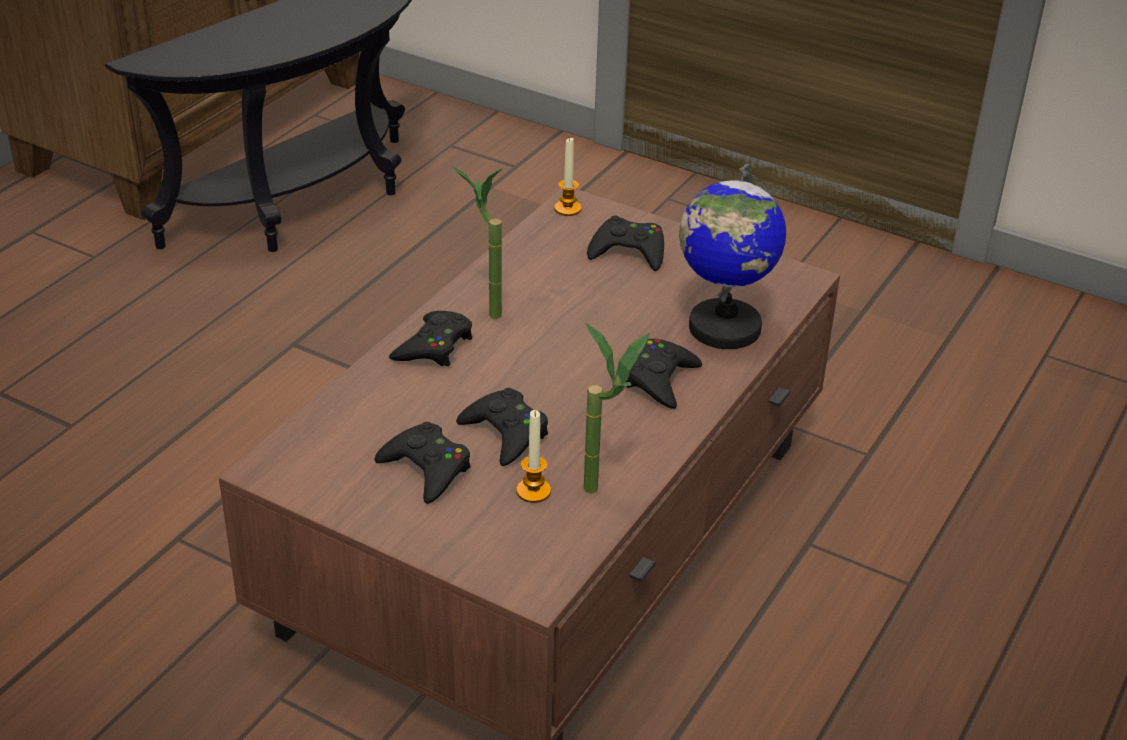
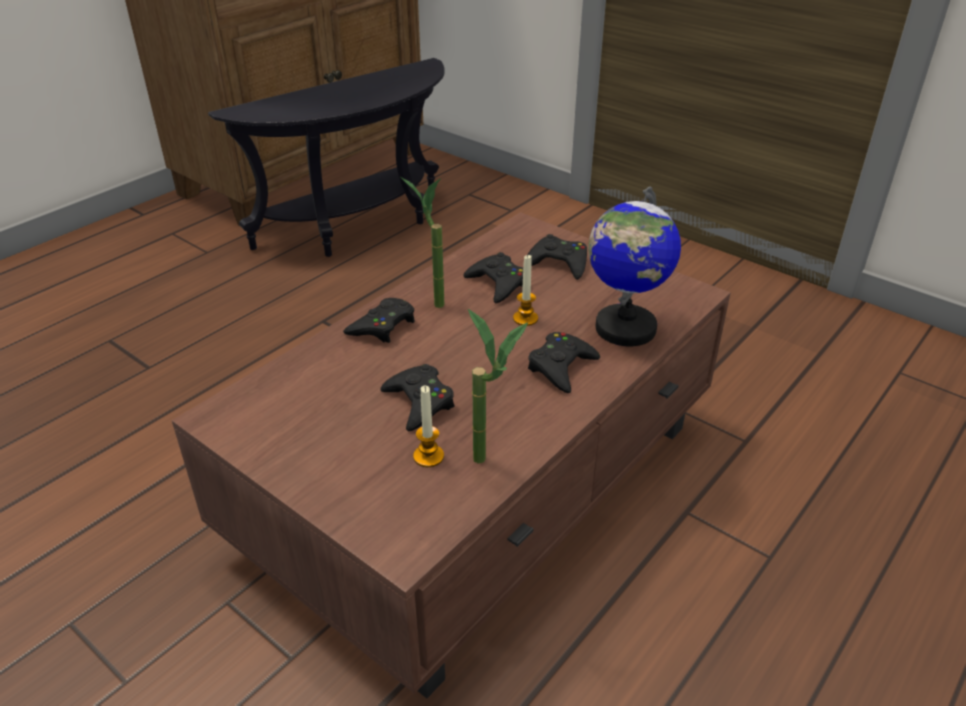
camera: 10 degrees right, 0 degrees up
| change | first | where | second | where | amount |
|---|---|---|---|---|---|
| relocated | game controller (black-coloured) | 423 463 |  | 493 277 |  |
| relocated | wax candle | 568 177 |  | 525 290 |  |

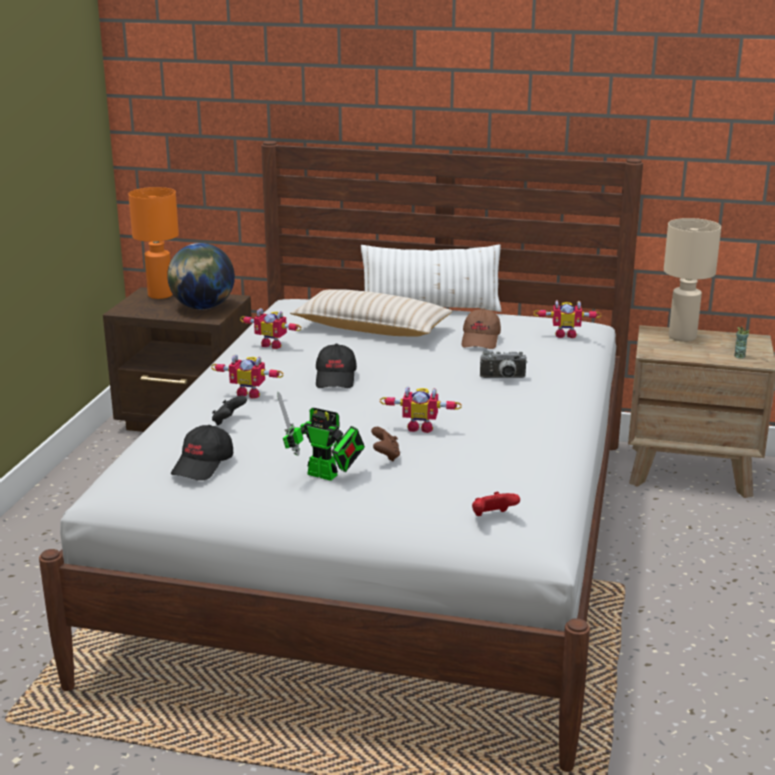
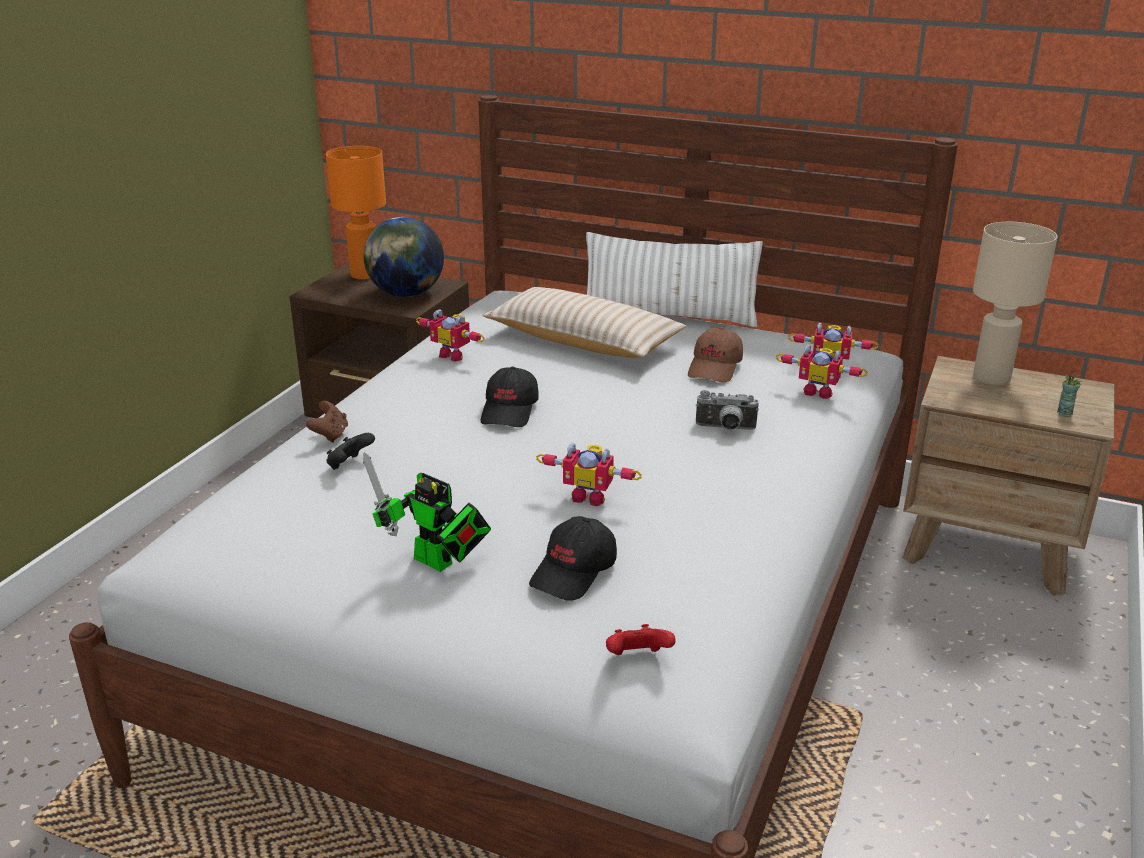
camera: 10 degrees right, 5 degrees up
| change | first | where | second | where | amount |
|---|---|---|---|---|---|
| relocated | peaked cap (black-coloured) | 202 453 |  | 573 558 |  |
| relocated | toy robot | 247 376 |  | 822 371 |  |
| relocated | game controller (brown-coloured) | 385 444 |  | 327 422 |  |

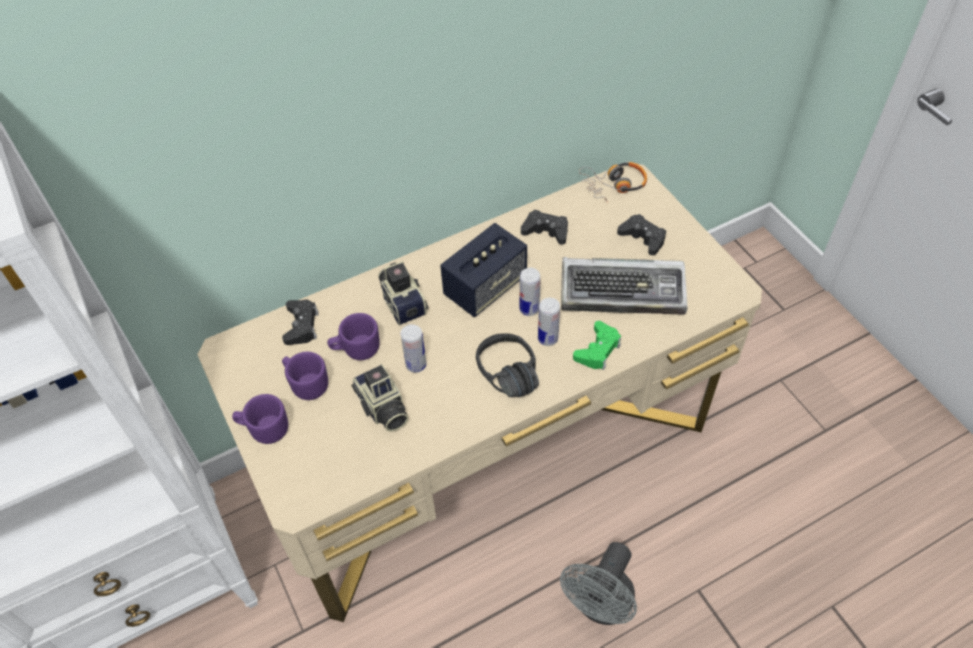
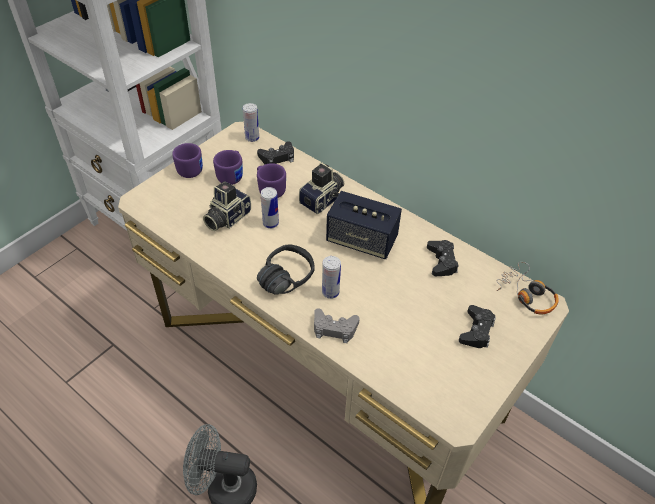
camera: 65 degrees right, 5 degrees down
| change | first | where | second | where | amount |
|---|---|---|---|---|---|
| missing | PC keyboard | 624 286 |  |  |  |
| relocated | metal can | 530 292 |  | 251 122 |  |
| colour | game controller (green-coloured) | 597 345 | game controller (gray) | 337 325 |  |

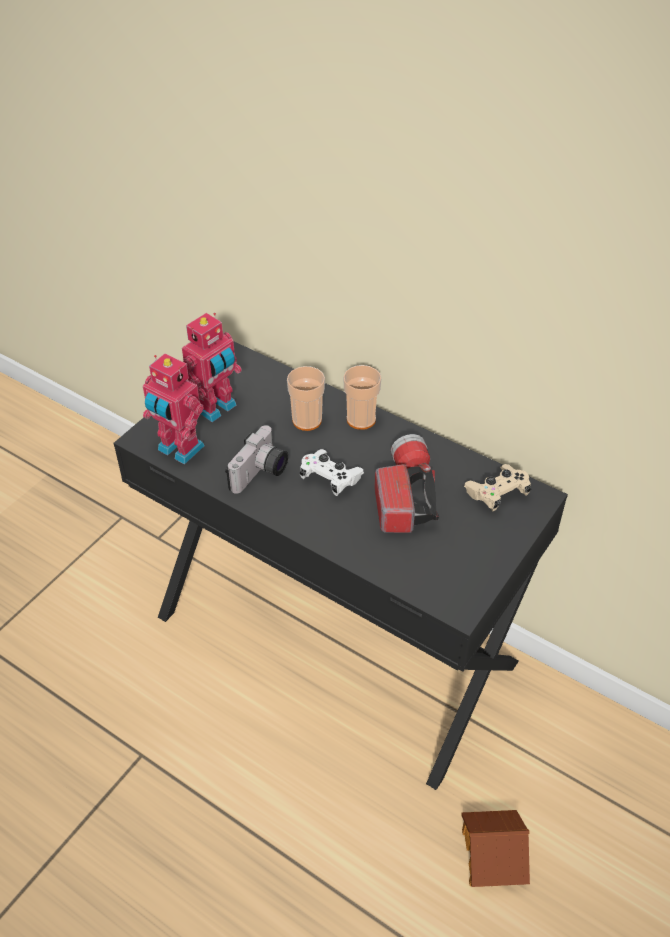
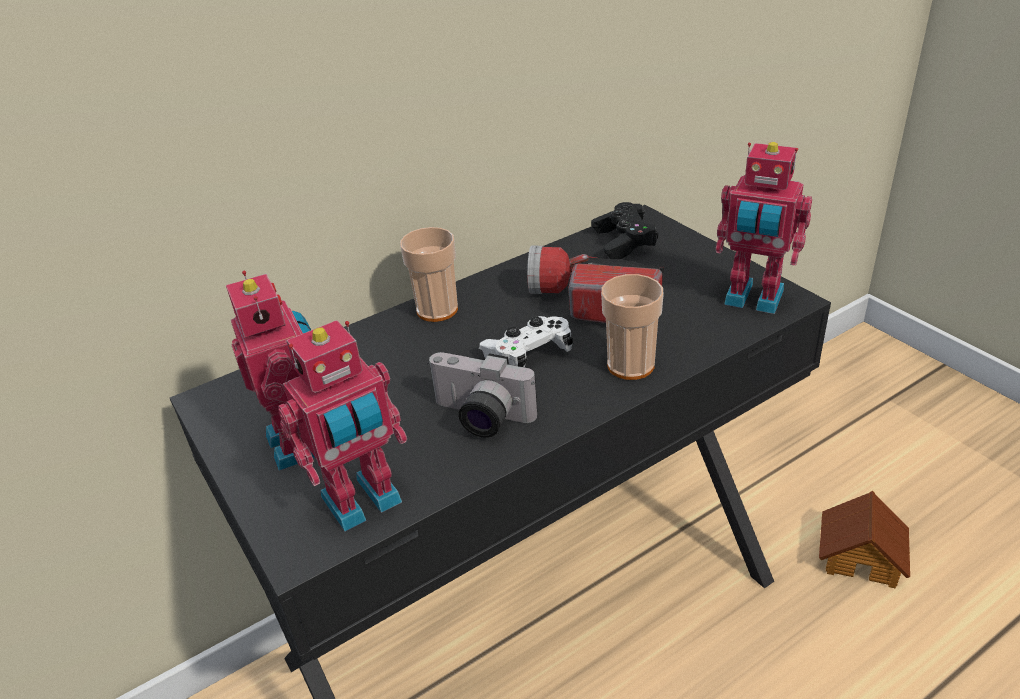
camera: 65 degrees left, 10 degrees down
| change | first | where | second | where | amount |
|---|---|---|---|---|---|
| appeared |  |  | toy robot | 764 228 |  |
| relocated | drinking cup | 306 398 |  | 632 327 |  |
| colour | game controller (beige) | 497 487 | game controller (black-coloured) | 625 230 |  |
| spun | still camera | 256 459 |  | 482 395 | 150 degrees clockwise |

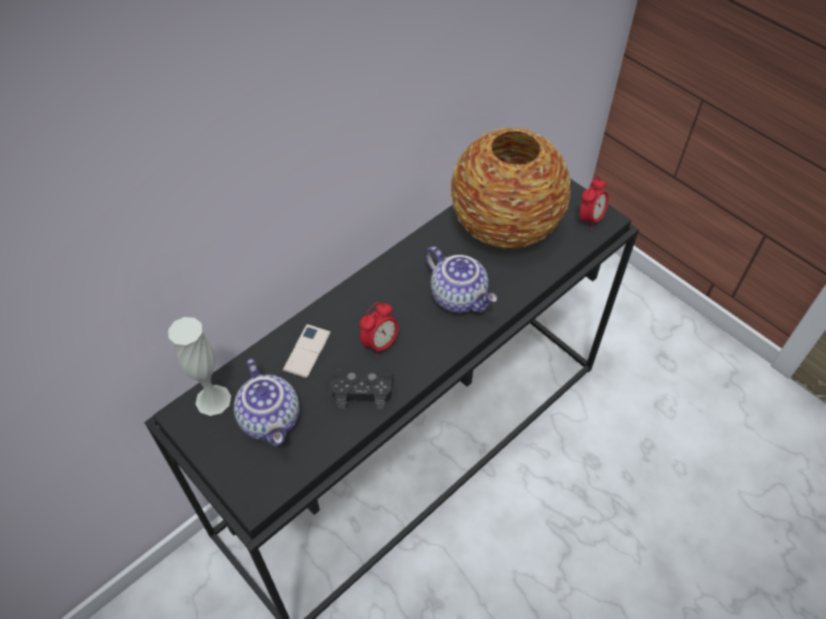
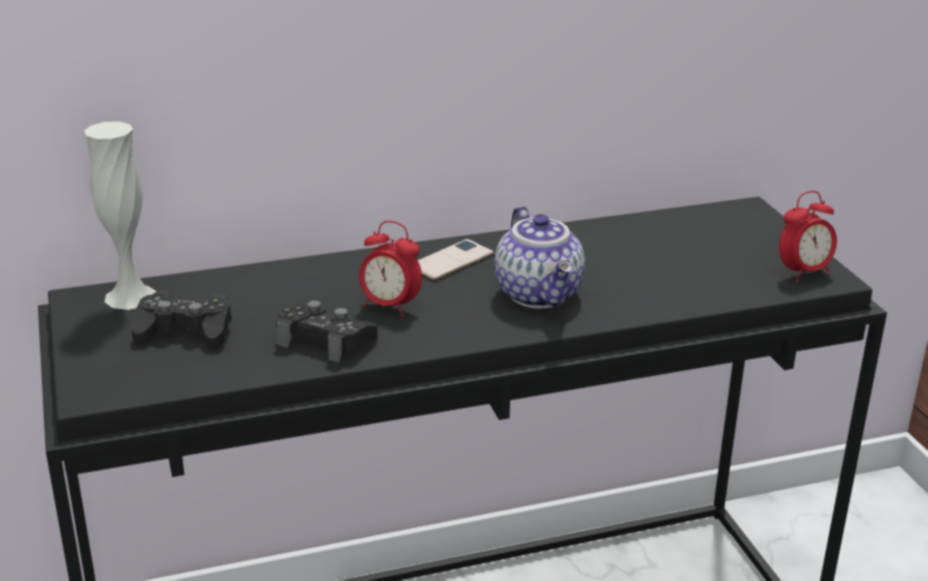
camera: 25 degrees right, 25 degrees down
| change | first | where | second | where | amount |
|---|---|---|---|---|---|
| missing | decorative vase | 510 188 |  |  |  |
| relocated | telephone | 307 351 |  | 456 259 |  |
| exchanged | pot for tea | 267 403 | game controller (black-coloured) | 181 321 |  |
| spun | alarm clock | 379 329 |  | 390 269 | 45 degrees clockwise |

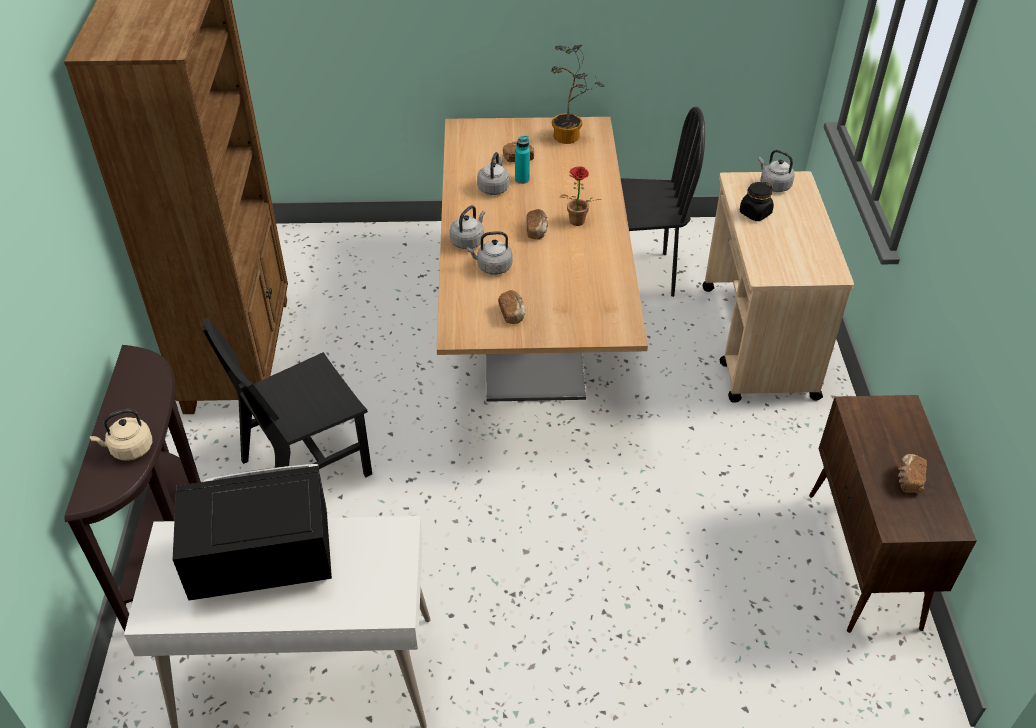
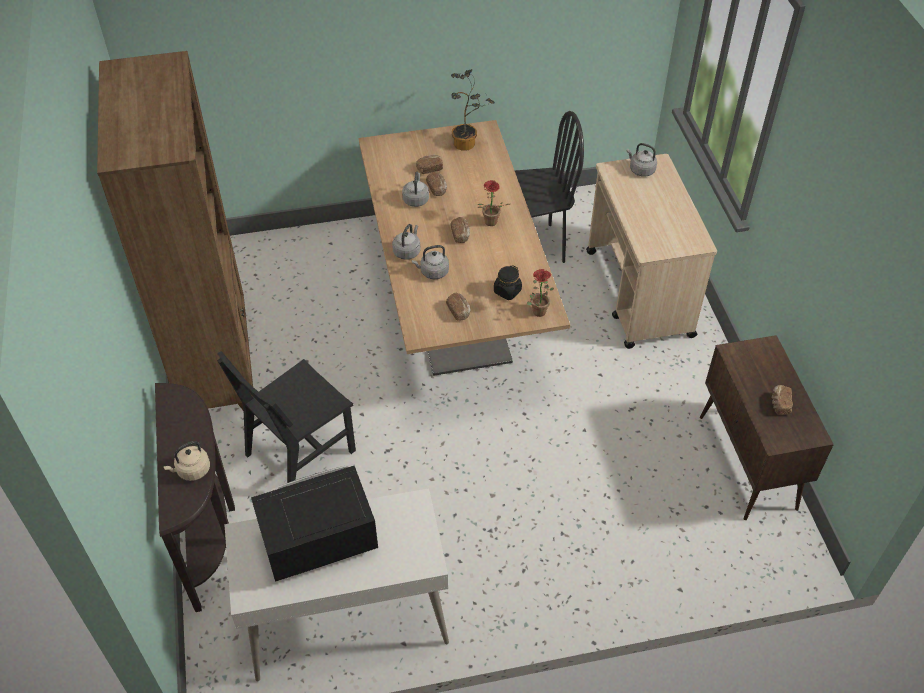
camera: 10 degrees left, 5 degrees up
| change | first | where | second | where | amount |
|---|---|---|---|---|---|
| appeared |  |  | potted plant | 540 293 |  |
| relocated | preserve jar (black-coloured) | 757 201 |  | 508 282 |  |
| exchanged | drink bottle (turquoise-coloured) | 522 160 | baked bread | 436 184 |  |

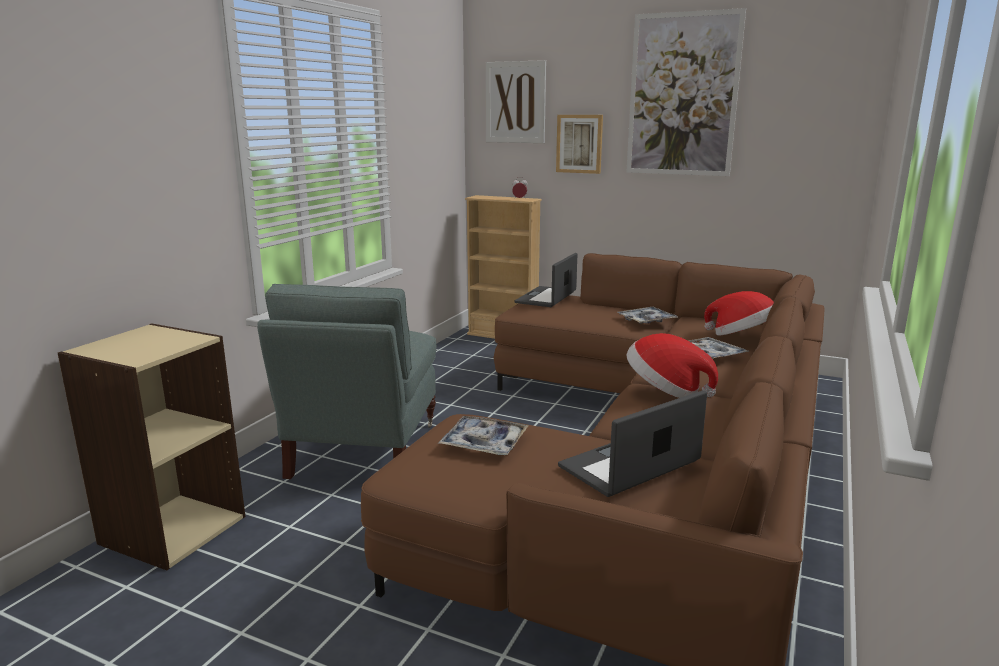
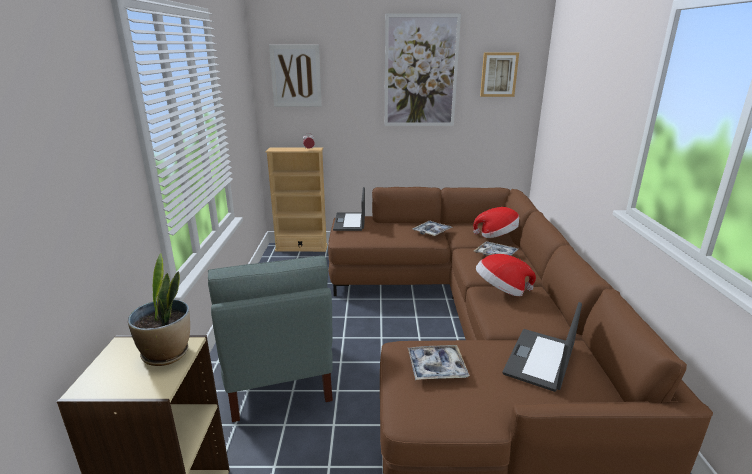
camera: 25 degrees left, 5 degrees up
| change | first | where | second | where | amount |
|---|---|---|---|---|---|
| appeared |  |  | potted plant | 159 309 |  |
| relocated | picture | 579 144 |  | 499 75 |  |

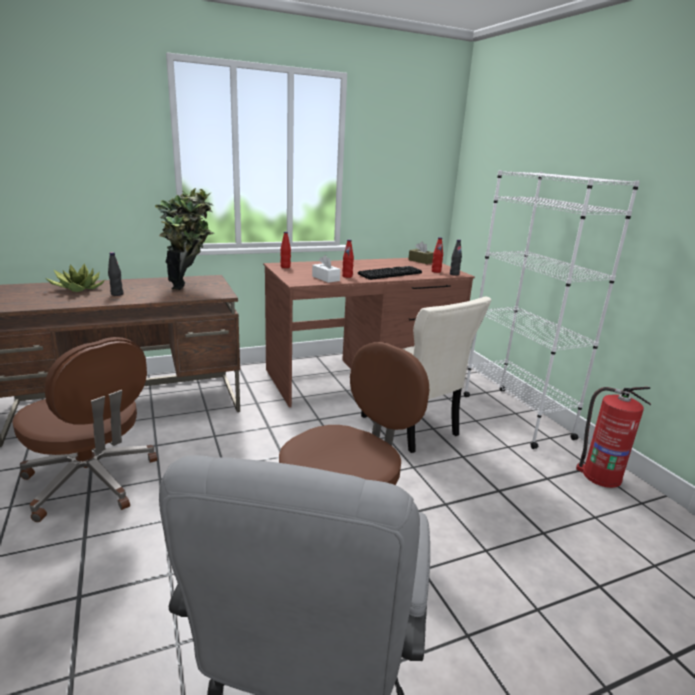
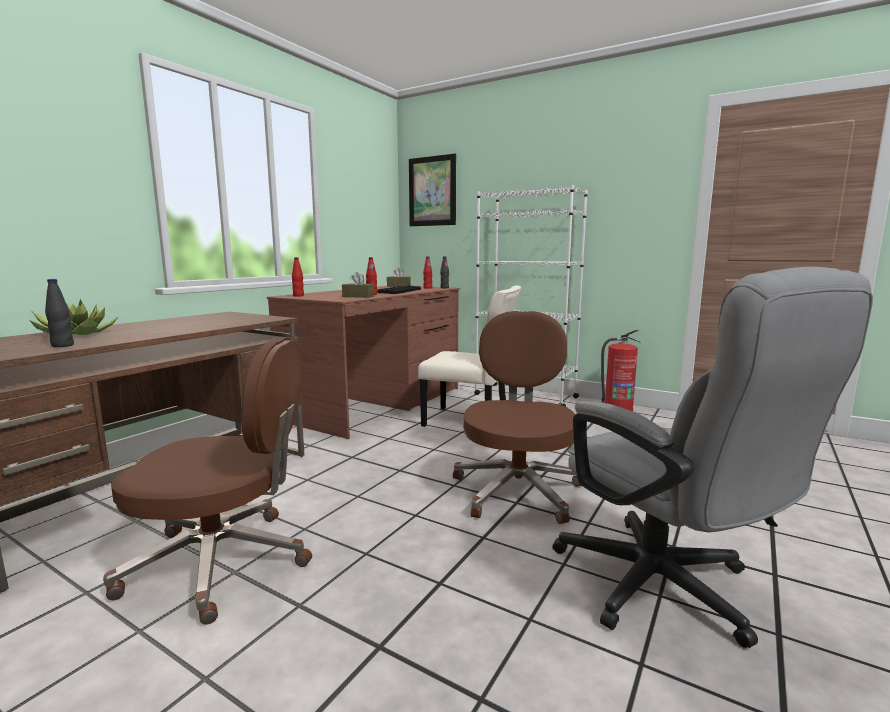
camera: 35 degrees left, 10 degrees down
| change | first | where | second | where | amount |
|---|---|---|---|---|---|
| missing | potted plant | 184 239 |  |  |  |
| appeared |  |  | picture | 432 190 |  |
| relocated | drink bottle (black-coloured) | 115 274 |  | 59 313 |  |
| colour | box of tissues (white) | 326 269 | box of tissues (brown-coloured) | 358 285 |  |

